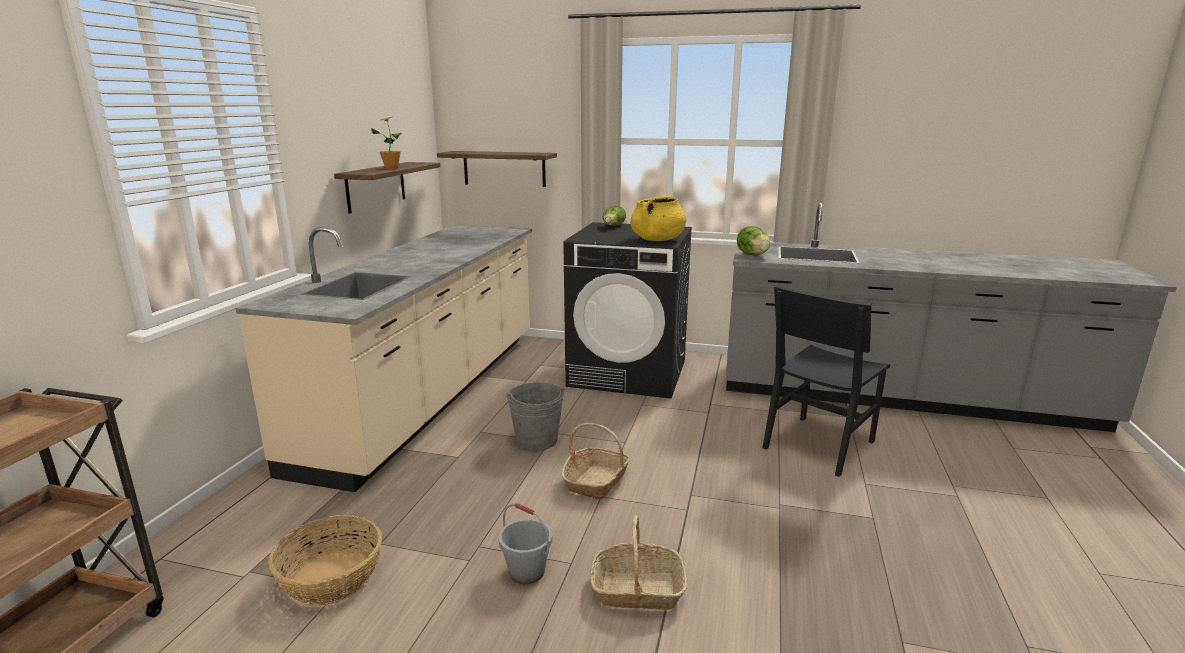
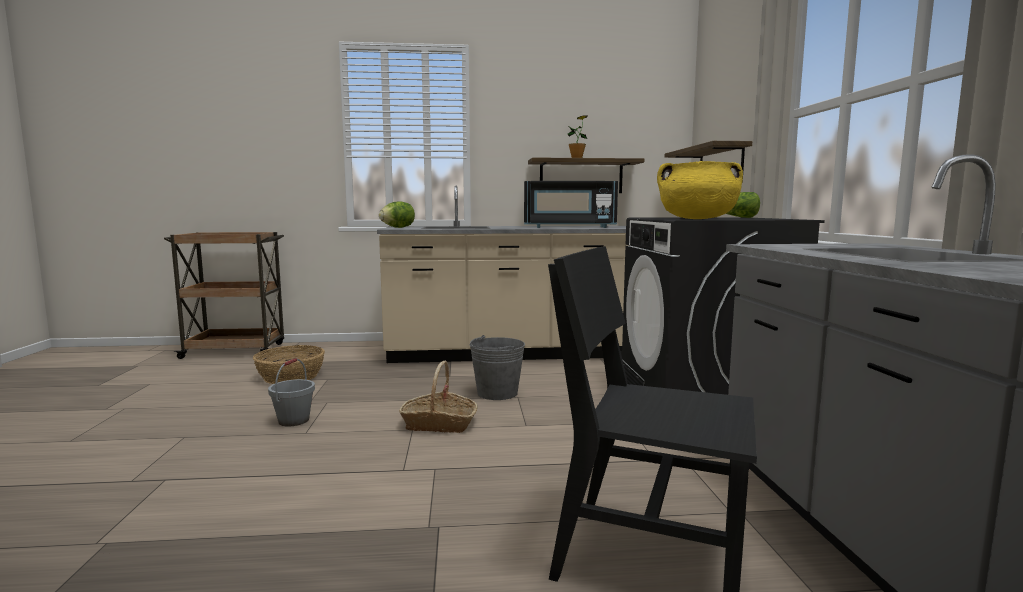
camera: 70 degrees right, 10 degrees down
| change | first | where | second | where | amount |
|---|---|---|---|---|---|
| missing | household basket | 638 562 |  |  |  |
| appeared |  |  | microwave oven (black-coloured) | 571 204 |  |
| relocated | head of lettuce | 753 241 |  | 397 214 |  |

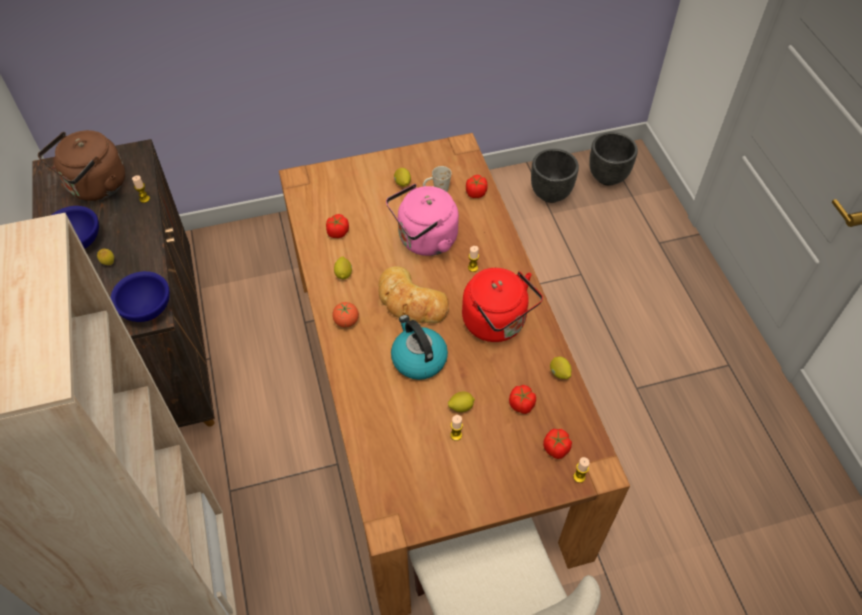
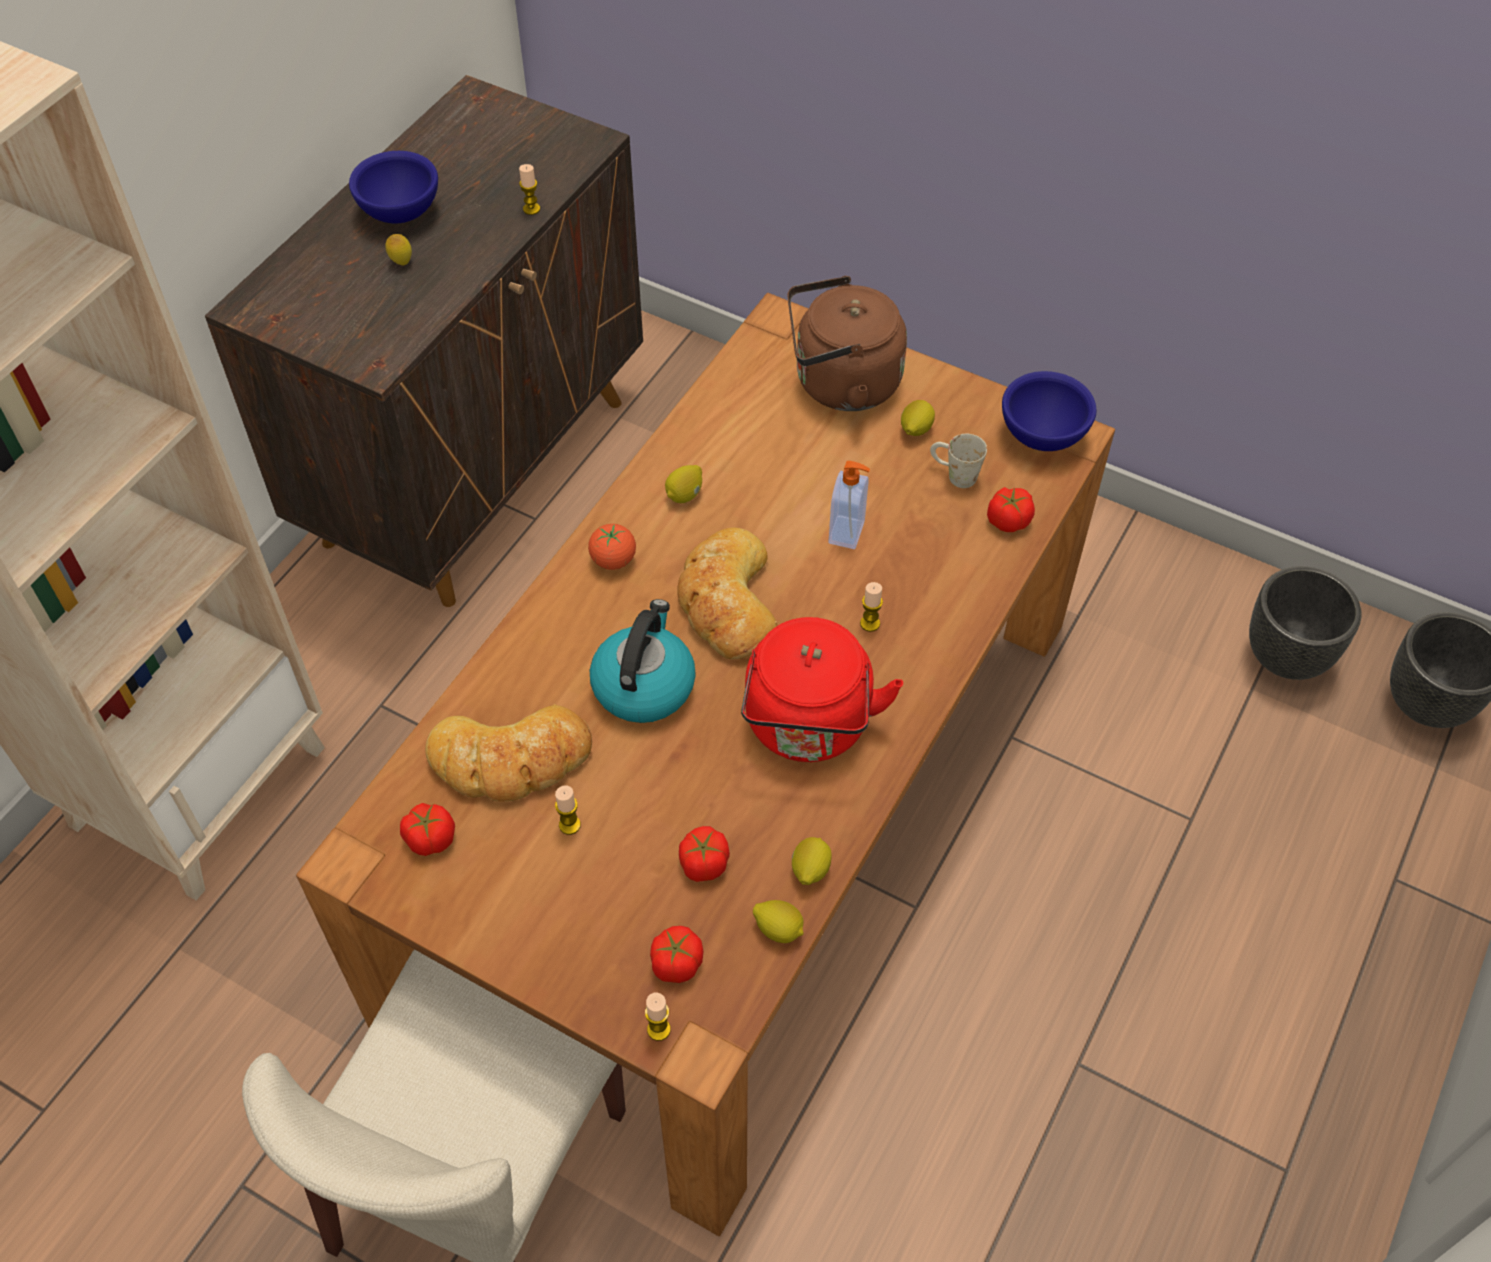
camera: 45 degrees right, 0 degrees up
| change | first | where | second | where | amount |
|---|---|---|---|---|---|
| appeared |  |  | baked bread | 508 752 |  |
| relocated | kettle (brown-coloured) | 81 165 |  | 847 343 |  |
| relocated | deep dish (bluish) | 140 296 |  | 1049 411 |  |
| relocated | fresh tomato | 337 226 |  | 427 829 |  |
| relocated | lemon | 461 402 |  | 778 921 |  |
| exchanged | kettle (pink) | 422 220 | liquid soap bottle | 849 505 |  |

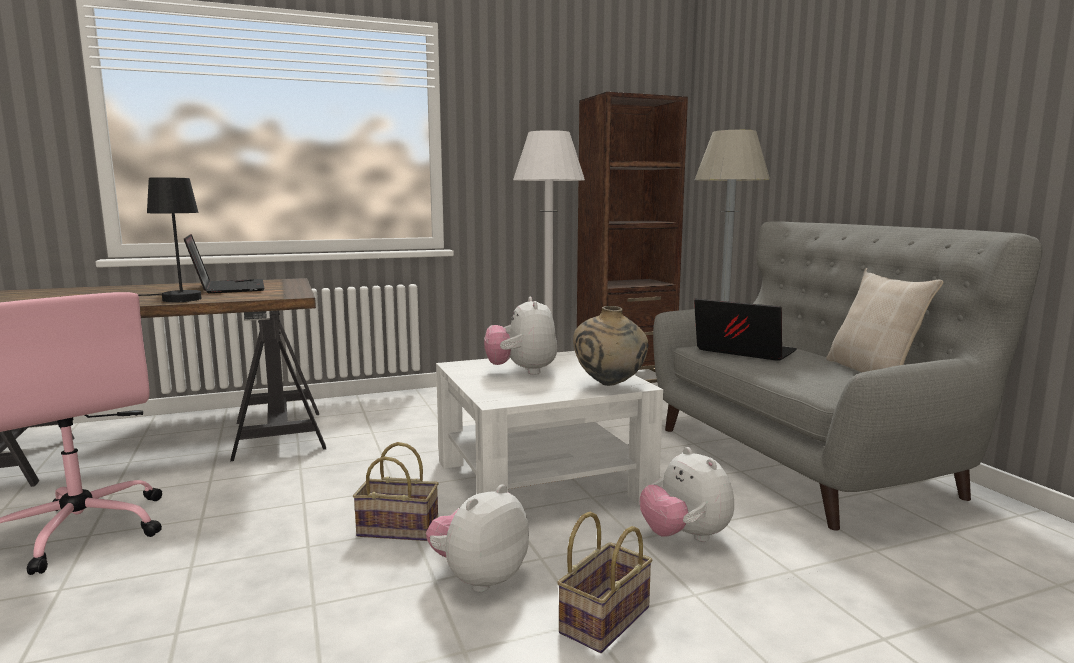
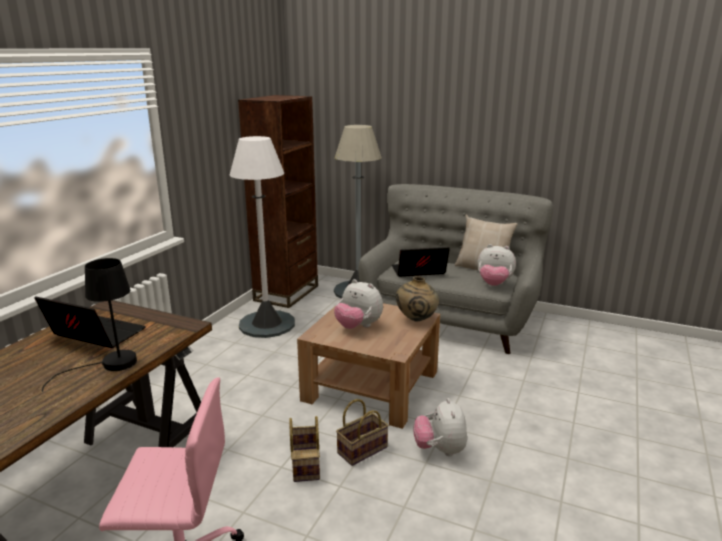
camera: 45 degrees left, 10 degrees up
| change | first | where | second | where | amount |
|---|---|---|---|---|---|
| relocated | household basket | 605 582 |  | 304 449 |  |
| relocated | cuddly toy | 687 494 |  | 497 265 |  |
| colour | lounge table (white) | 549 428 | lounge table (brown-coloured) | 368 366 |  |

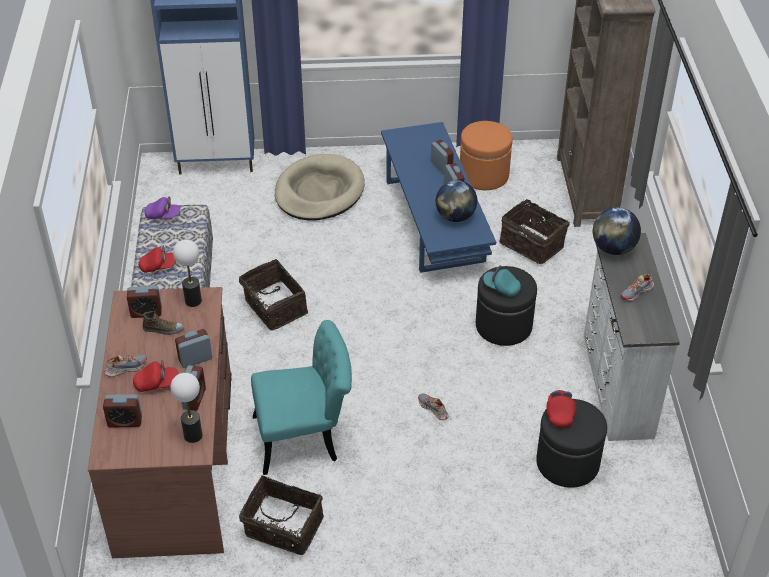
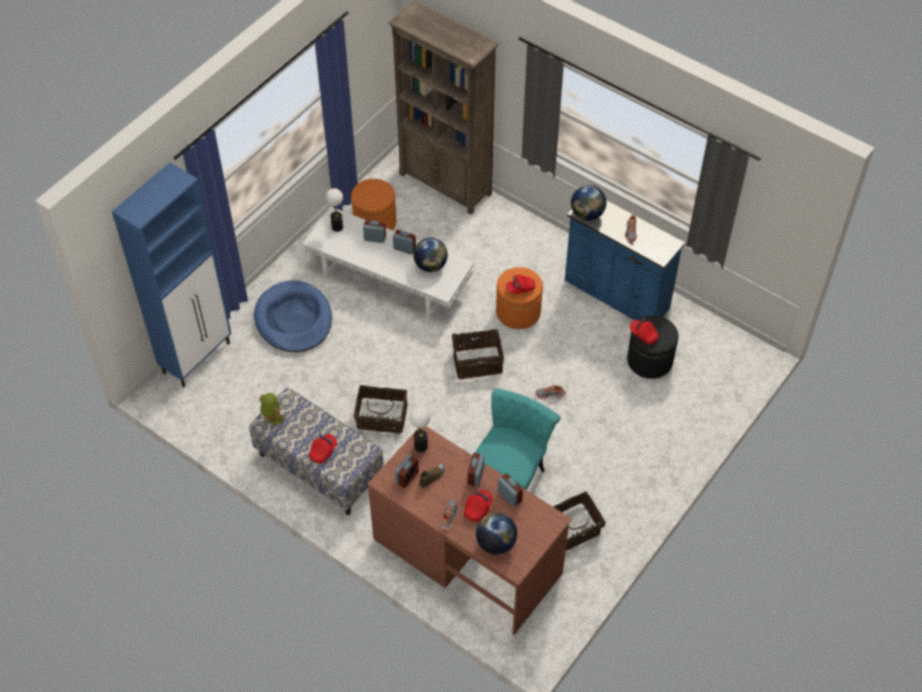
camera: 50 degrees left, 10 degrees up
| change | first | where | second | where | amount |
|---|---|---|---|---|---|
| relocated | tabletop lamp | 186 408 |  | 334 210 |  |
| relocated | household basket | 534 231 |  | 478 352 |  |
| exchanged | alarm clock | 122 411 | globe | 496 534 |  |
| exchanged | peaked cap (purplish) | 162 207 | toy robot | 271 409 |  |
| colour | dog bed (beige) | 320 187 | dog bed (bluish) | 293 316 |  |
| colour | lounge table (bluish) | 438 197 | lounge table (white) | 388 263 |  |
| colour | pouffe (black-coloured) | 506 306 | pouffe (orange-coloured) | 519 298 |  |
| colour | peaked cap (turquoise-coloured) | 502 280 | peaked cap (red) | 520 284 |  |
| colour | chest of drawers (white) | 632 337 | chest of drawers (bluish) | 625 260 |  |

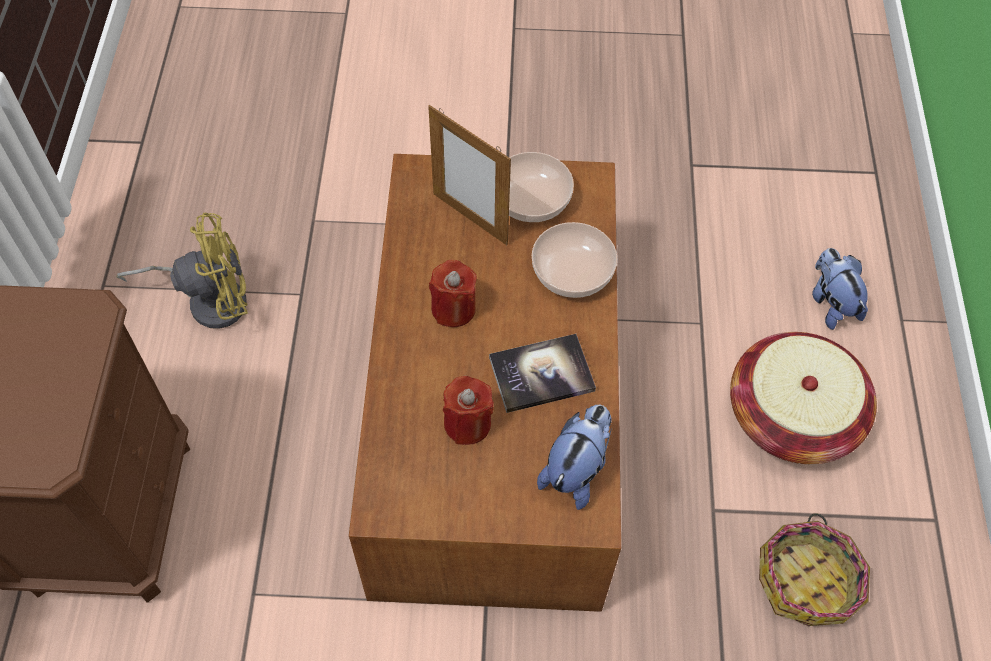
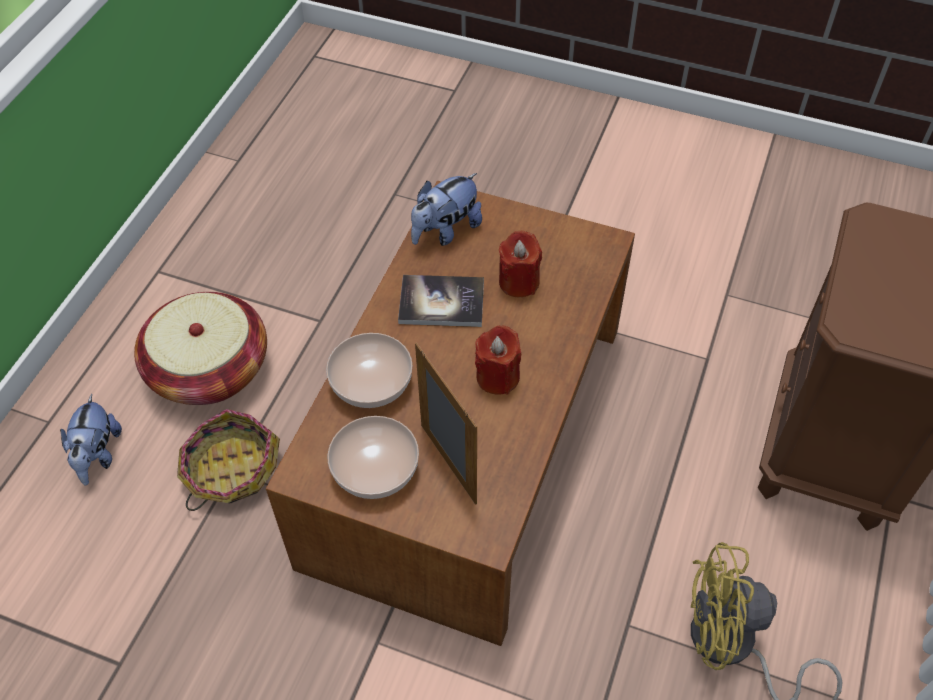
camera: 160 degrees left, 5 degrees down
| change | first | where | second | where | amount |
|---|---|---|---|---|---|
| relocated | household basket | 814 569 |  | 228 460 |  |

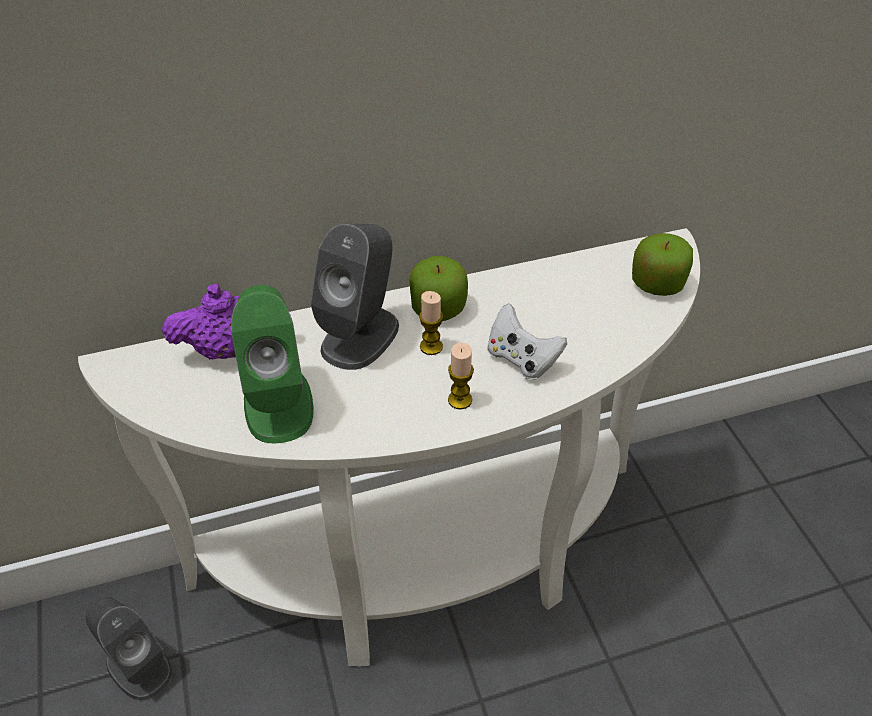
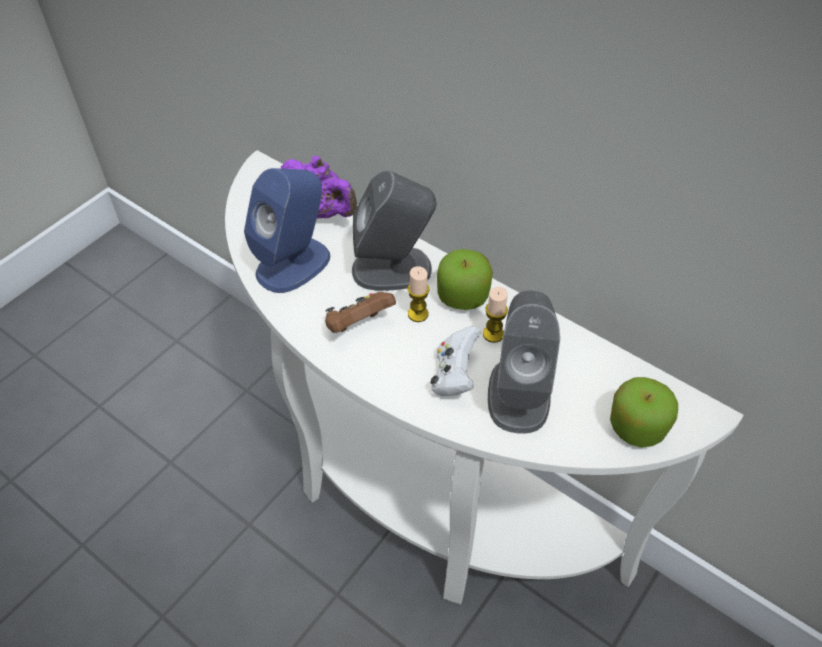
camera: 55 degrees right, 5 degrees up
| change | first | where | second | where | amount |
|---|---|---|---|---|---|
| appeared |  |  | game controller (brown-coloured) | 360 312 |  |
| relocated | speaker (gray) | 129 649 |  | 524 362 |  |
| relocated | wax candle | 461 376 |  | 495 315 |  |
| colour | speaker (green-coloured) | 272 364 | speaker (bluish) | 287 230 |  |

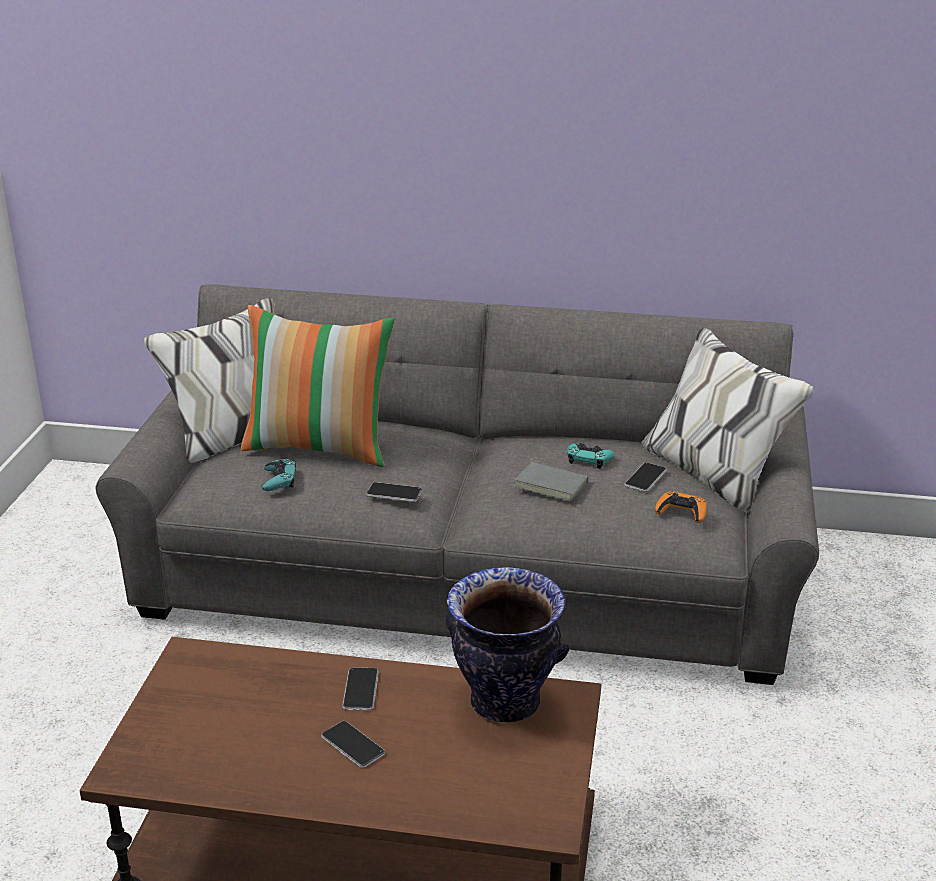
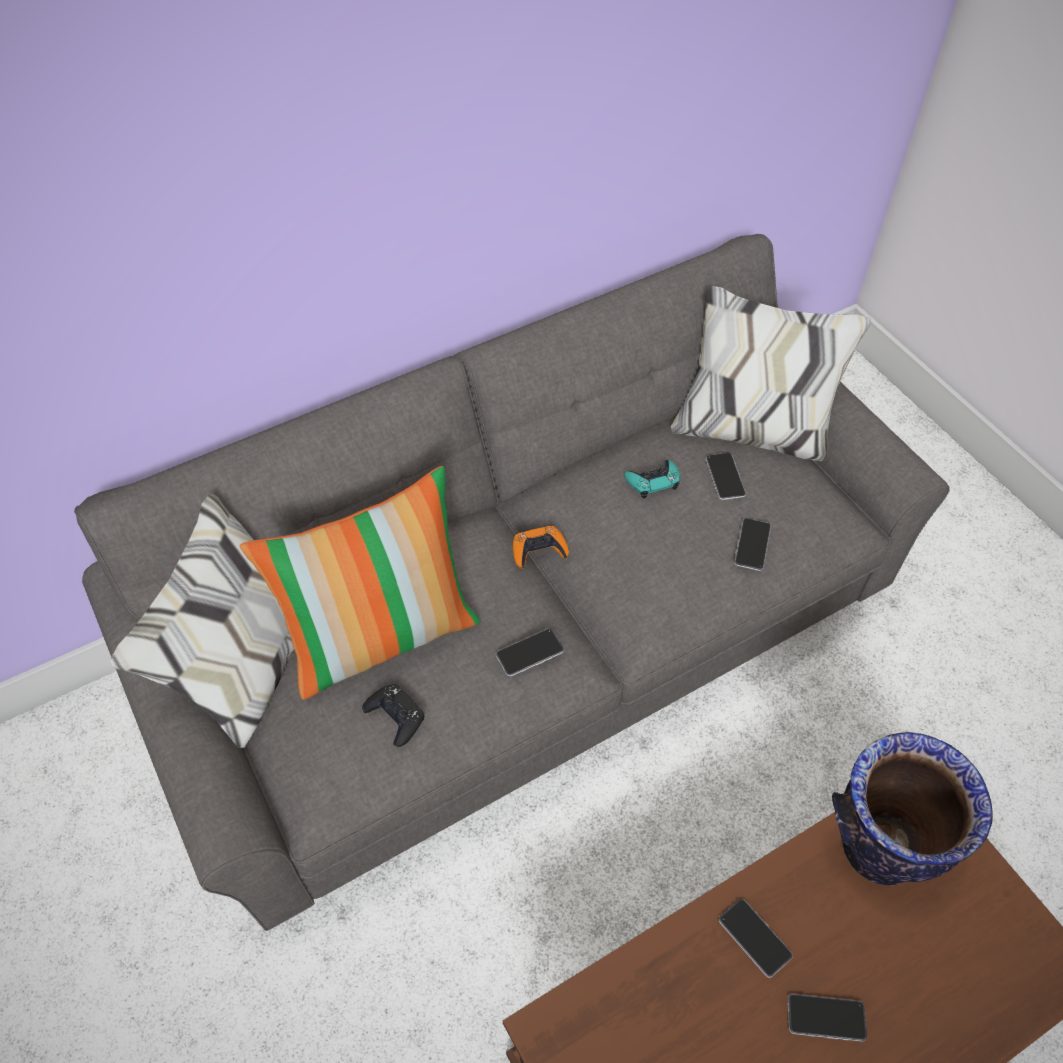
camera: 40 degrees left, 25 degrees up
| change | first | where | second | where | amount |
|---|---|---|---|---|---|
| missing | volume (gray) | 551 479 |  |  |  |
| appeared |  |  | telephone | 752 544 |  |
| relocated | game controller (orange-coloured) | 680 507 |  | 541 547 |  |
| colour | game controller (turquoise-coloured) | 278 475 | game controller (black-coloured) | 393 715 |  |

